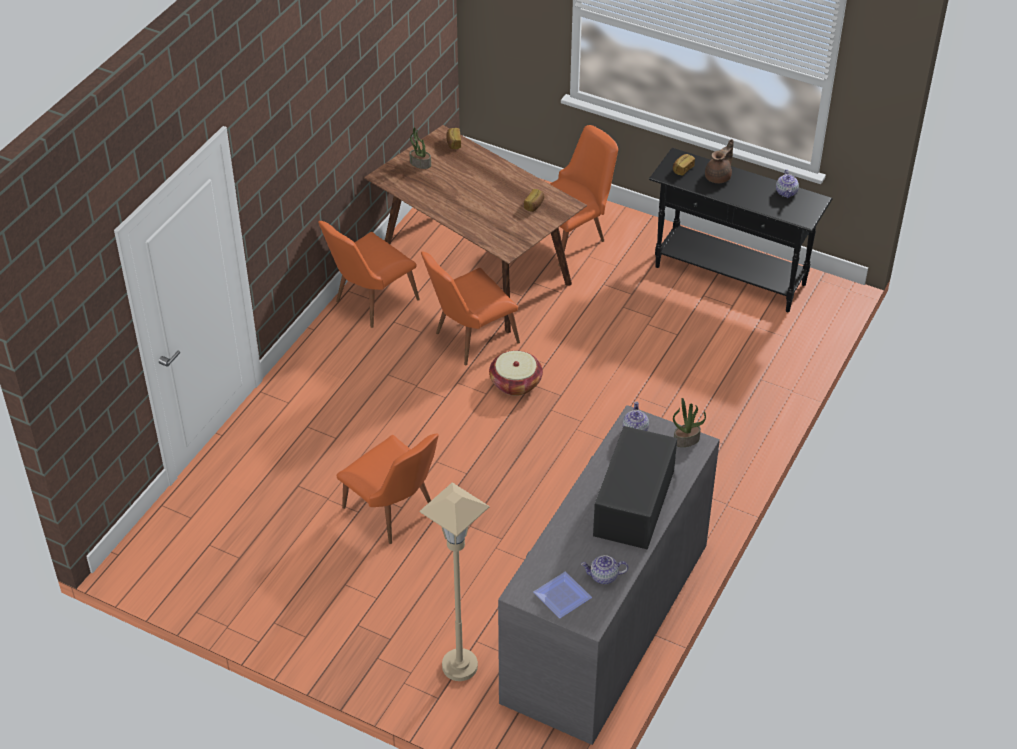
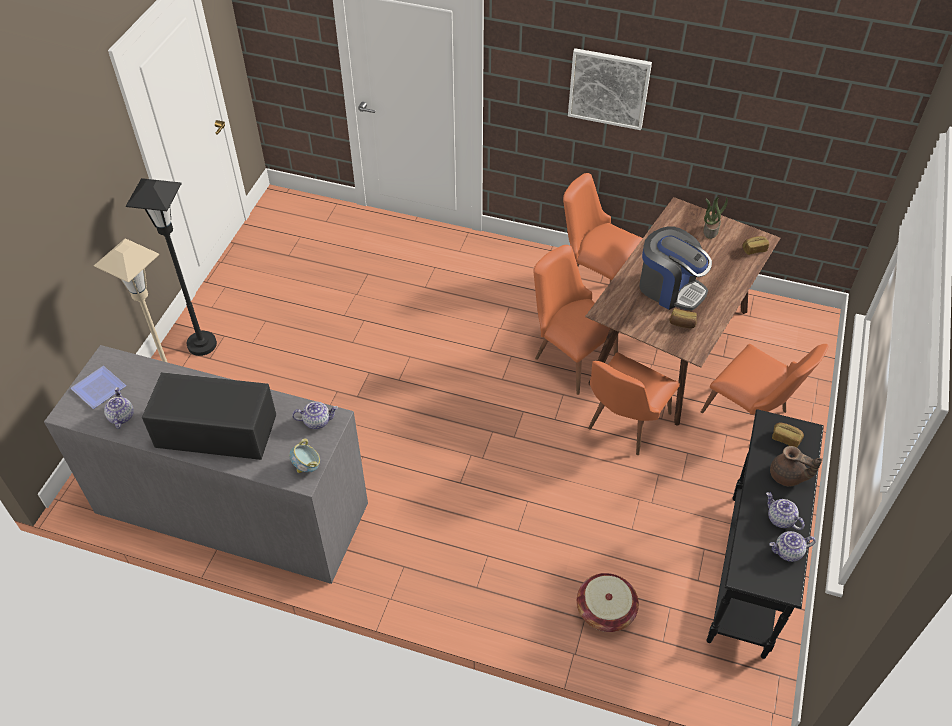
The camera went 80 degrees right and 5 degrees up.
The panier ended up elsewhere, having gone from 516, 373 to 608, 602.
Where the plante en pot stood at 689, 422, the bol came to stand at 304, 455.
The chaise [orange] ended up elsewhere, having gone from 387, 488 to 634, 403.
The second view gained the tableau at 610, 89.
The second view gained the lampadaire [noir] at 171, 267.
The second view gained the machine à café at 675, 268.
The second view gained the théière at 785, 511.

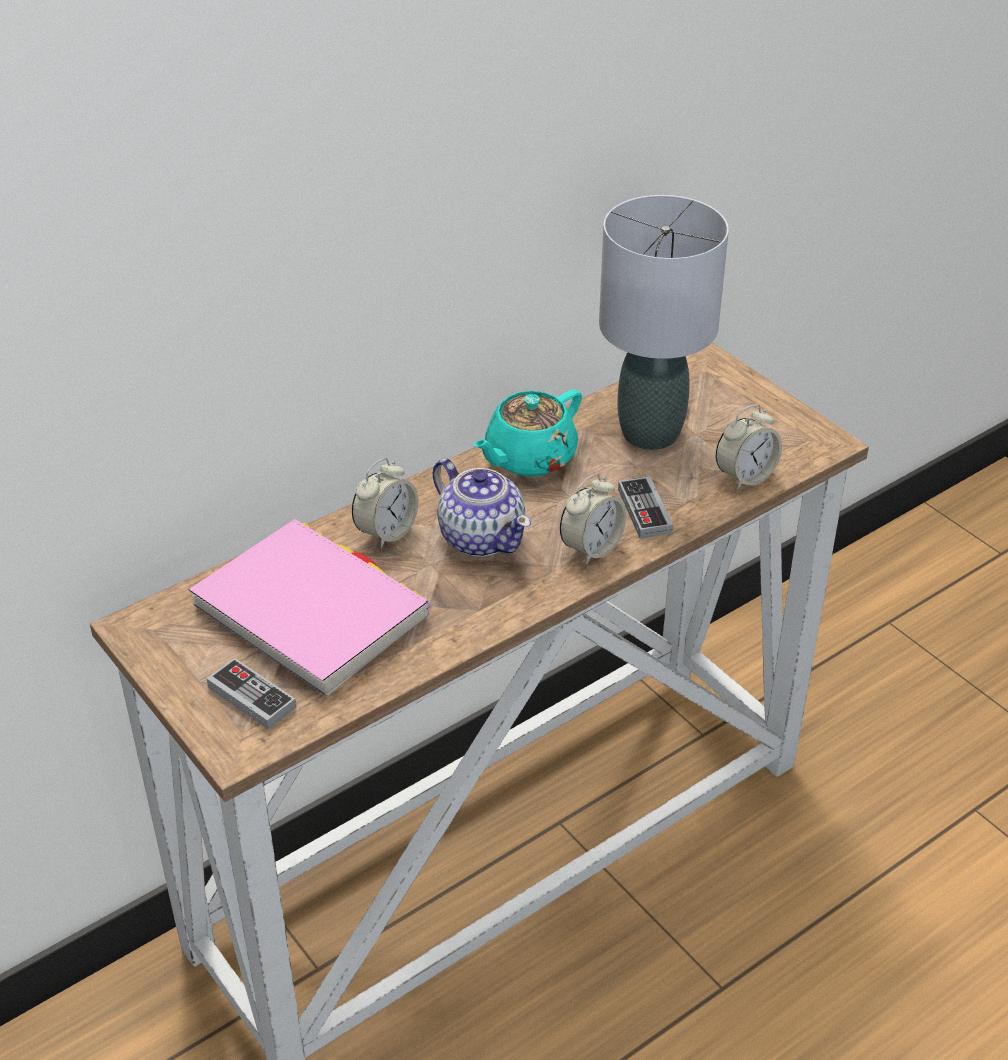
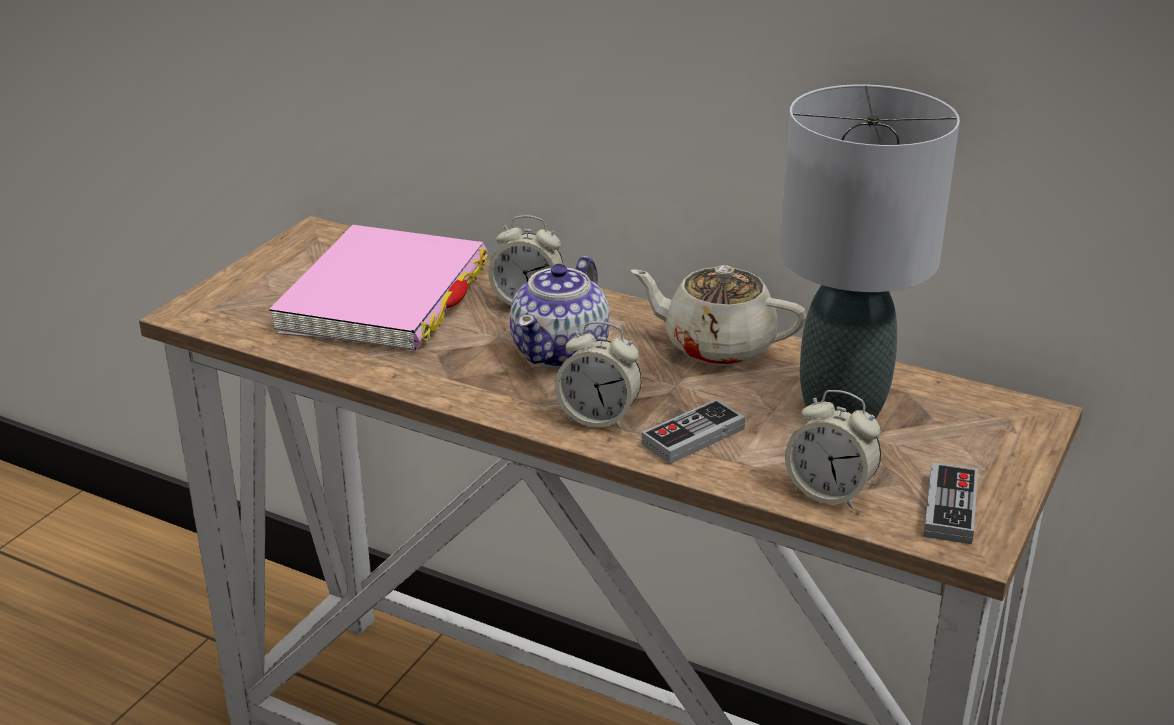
The camera went 65 degrees right and 10 degrees down.
What was the théière [turquoise] at 527, 433 turned into the théière [beige] at 719, 315.
The manette ended up elsewhere, having gone from 251, 693 to 950, 503.

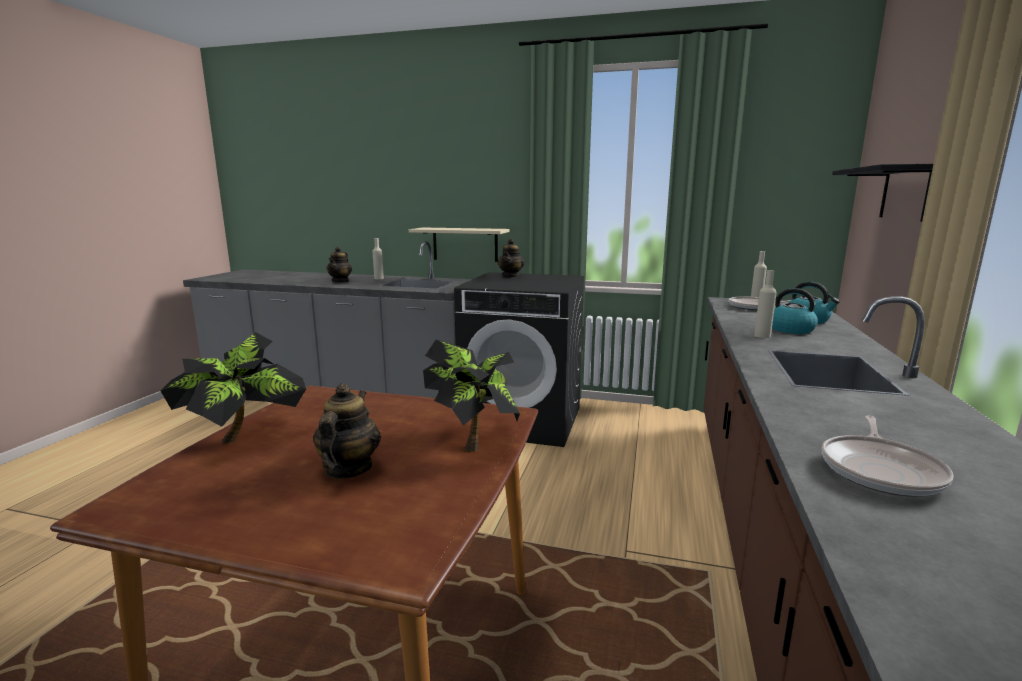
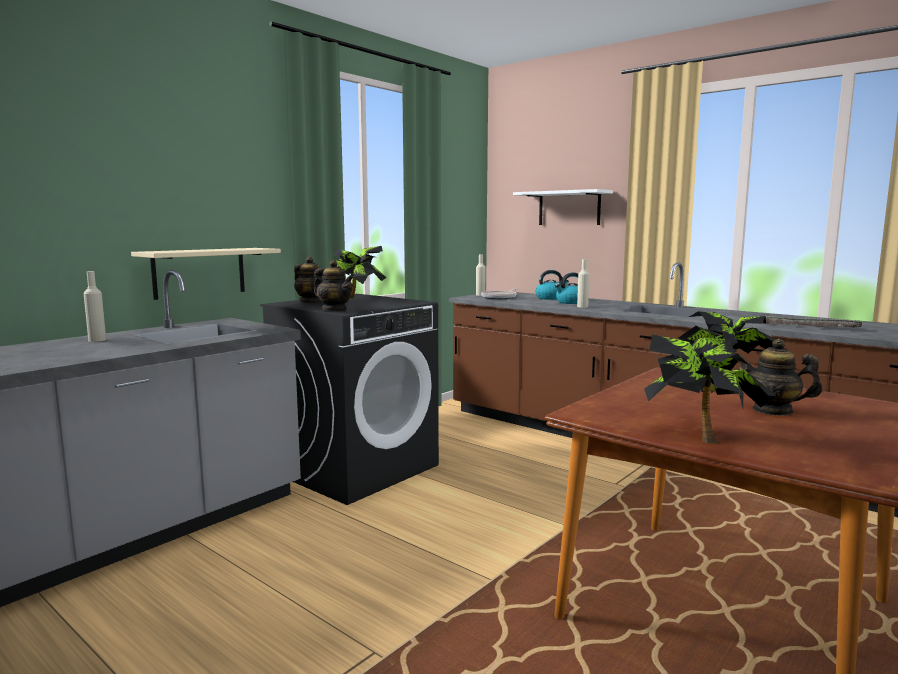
The camera went 65 degrees left and 5 degrees down.
What was the étagère [noir] at 882, 193 turned into the étagère [blanc] at 563, 207.
The théière ended up elsewhere, having gone from 339, 265 to 334, 285.
Where the poêle stood at 888, 456, the plateau came to stand at 815, 322.
The second view gained the plante en pot at 357, 272.

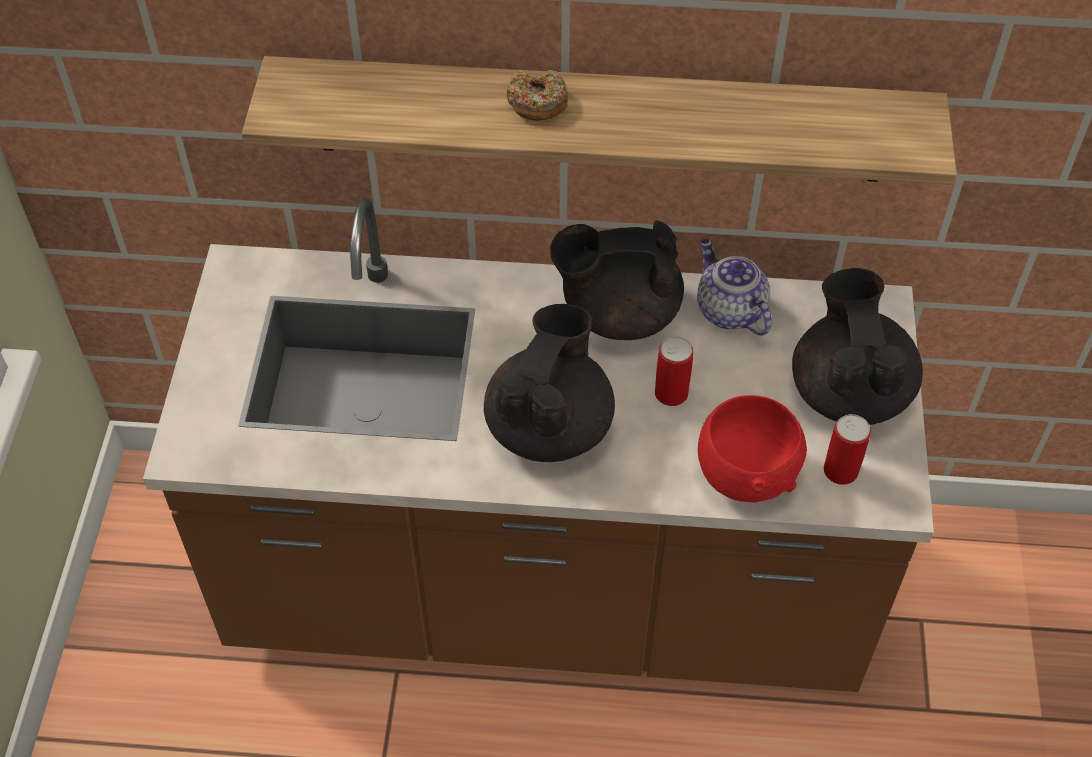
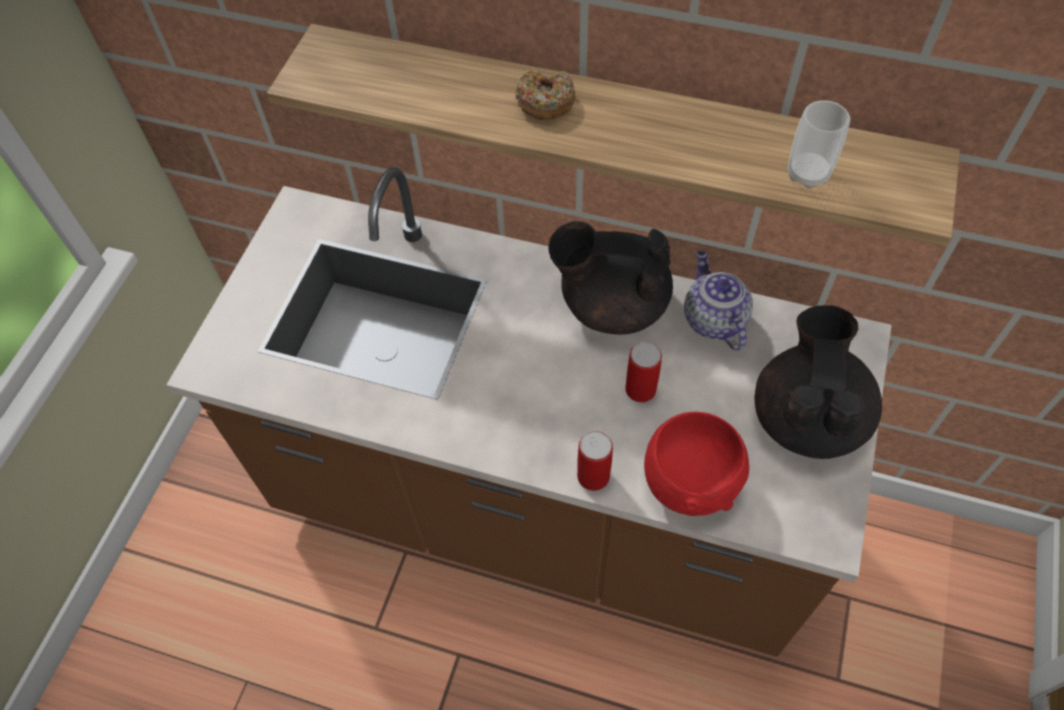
The camera went 15 degrees right and 5 degrees up.
The second view lost the théière [noir] at 549, 383.
The boîte métallique ended up elsewhere, having gone from 847, 449 to 595, 461.
The second view gained the tasse at 819, 144.

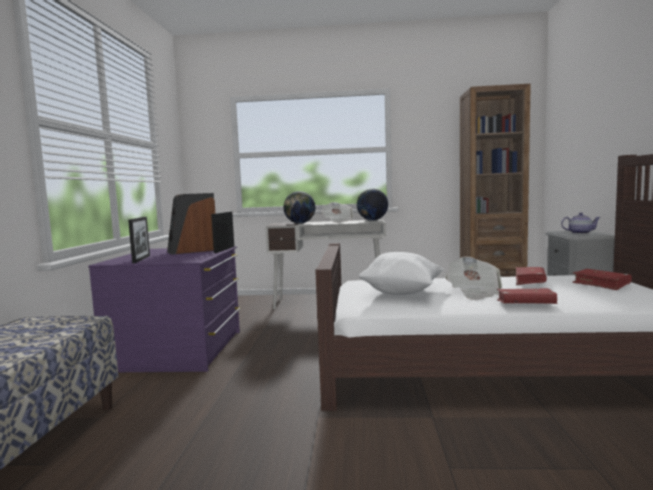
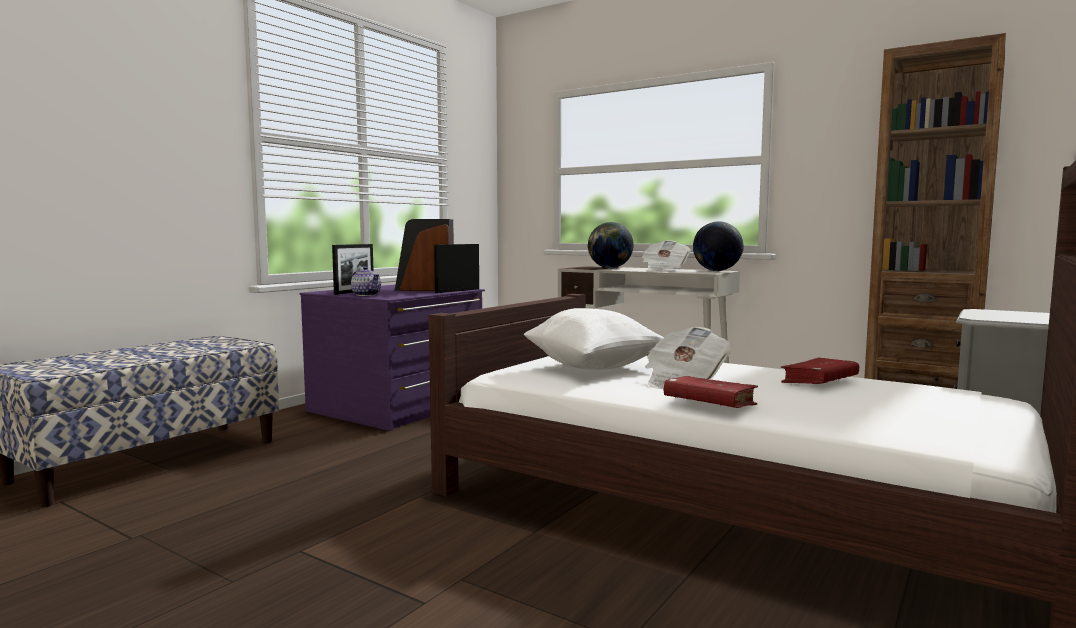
The camera went 30 degrees right and 0 degrees up.
The théière ended up elsewhere, having gone from 581, 223 to 366, 281.
The second view lost the livre [rouge] at 602, 279.

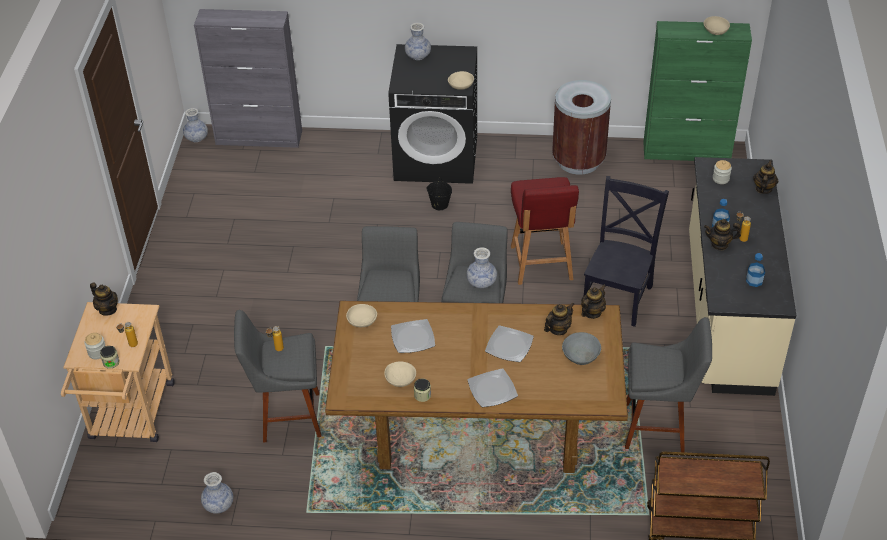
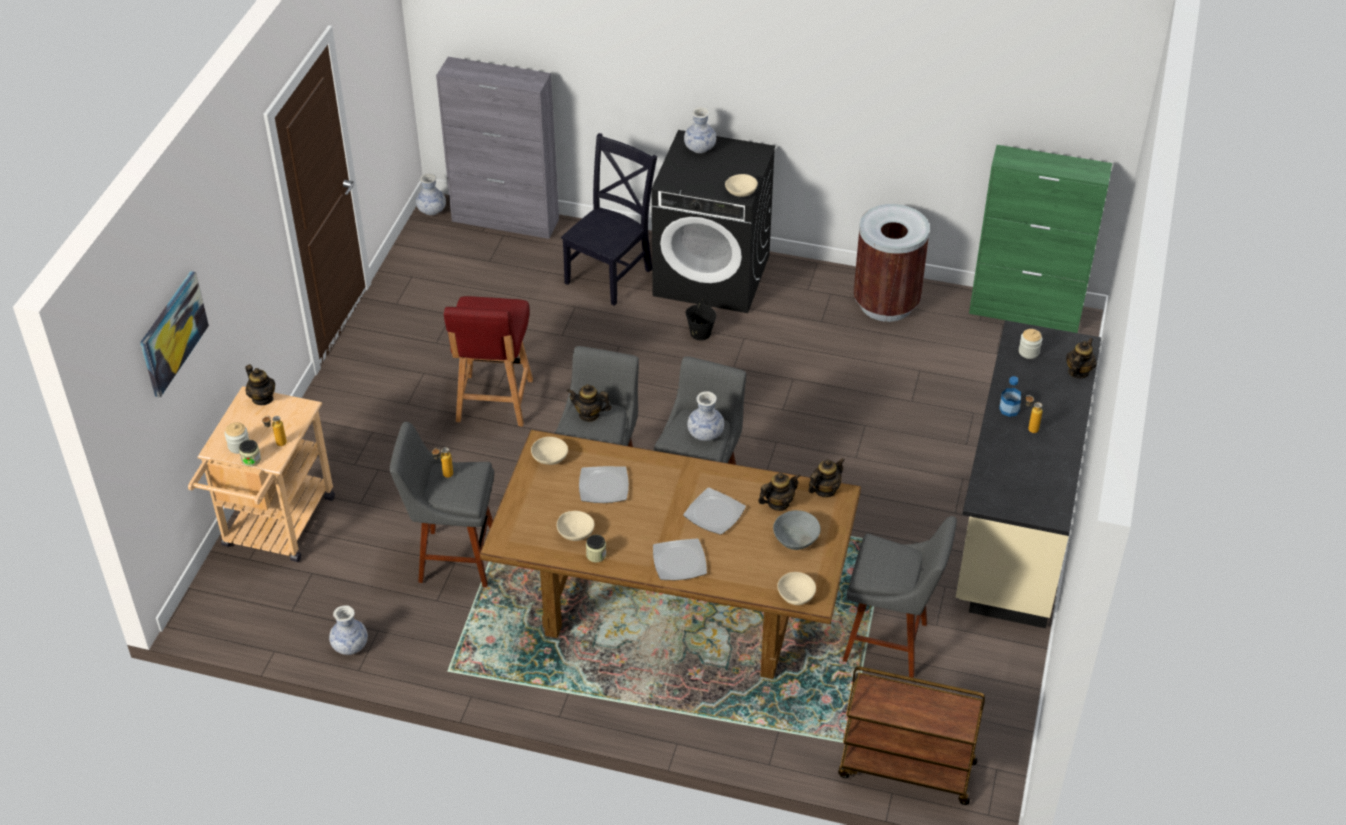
The camera went 10 degrees right and 0 degrees up.
The bol [beige] ended up elsewhere, having gone from 717, 25 to 796, 588.
The chaise [noir] ended up elsewhere, having gone from 626, 251 to 609, 219.
The chaise [rouge] ended up elsewhere, having gone from 545, 231 to 488, 361.
The théière ended up elsewhere, having gone from 722, 234 to 589, 403.
The second view lost the bouteille at 755, 270.
The second view gained the tableau at 174, 334.

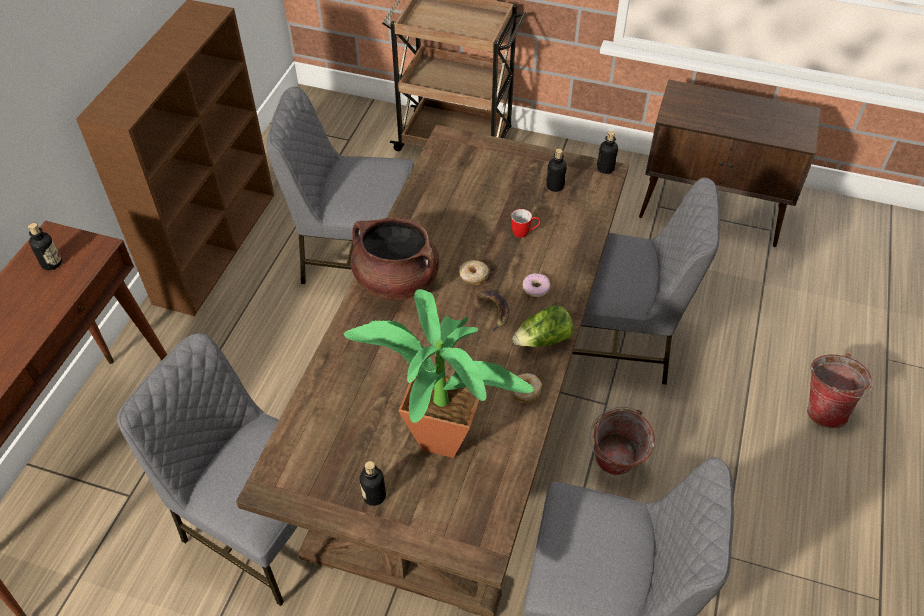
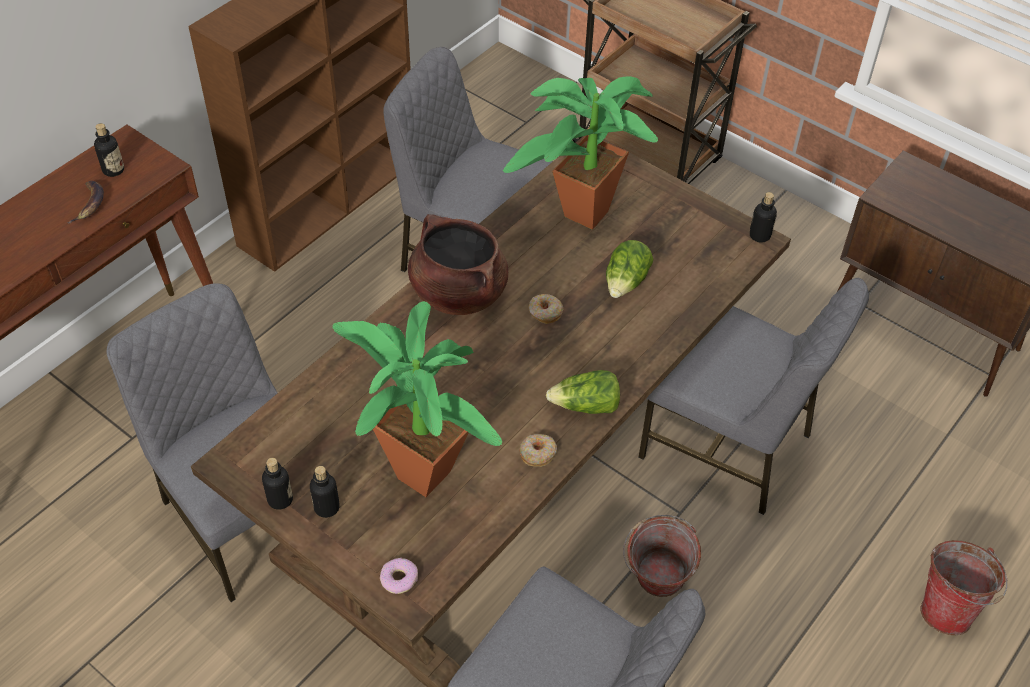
The camera went 20 degrees right and 0 degrees up.
The bouteille ended up elsewhere, having gone from 556, 170 to 277, 484.
Where the mug stood at 525, 223, the laitue came to stand at 629, 269.
The beignet ended up elsewhere, having gone from 536, 285 to 399, 576.
The banane ended up elsewhere, having gone from 493, 312 to 85, 202.
The second view gained the plante en pot at 580, 153.

